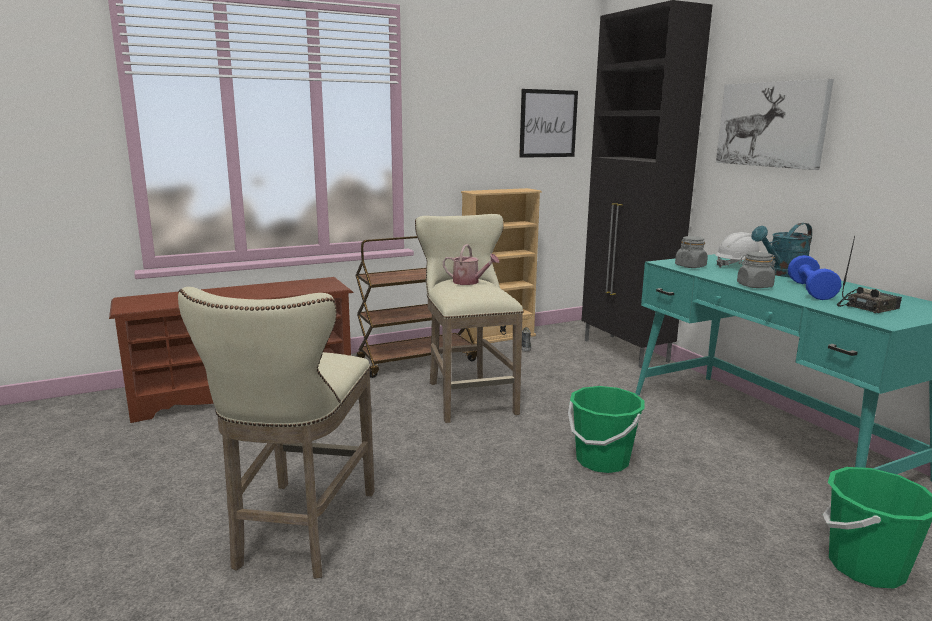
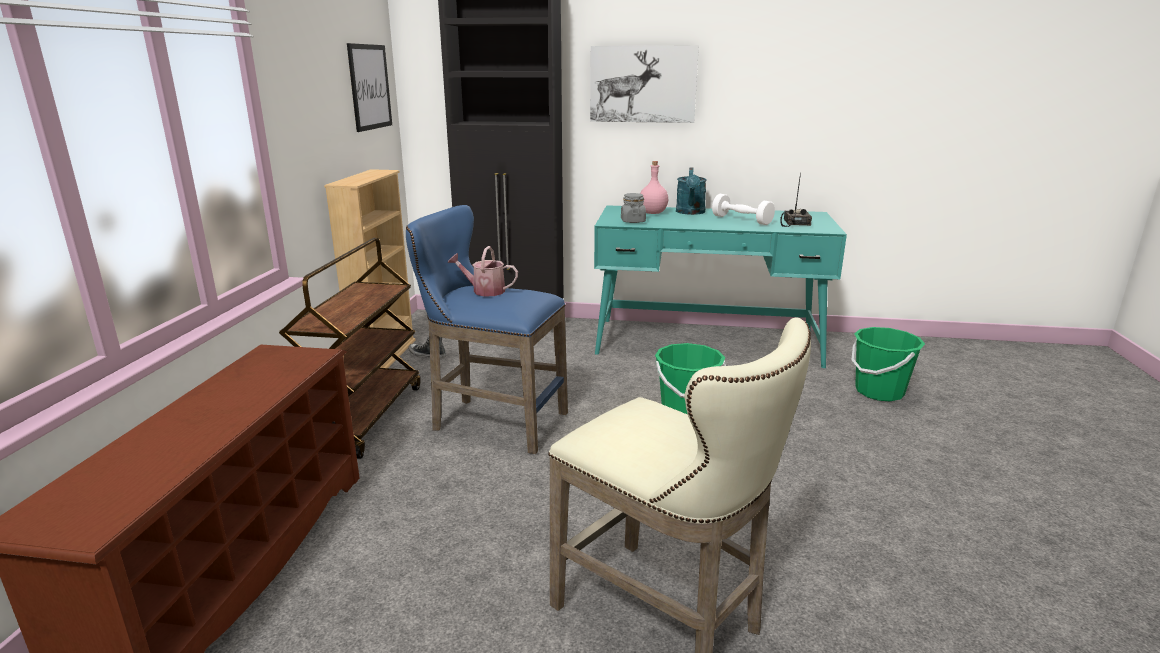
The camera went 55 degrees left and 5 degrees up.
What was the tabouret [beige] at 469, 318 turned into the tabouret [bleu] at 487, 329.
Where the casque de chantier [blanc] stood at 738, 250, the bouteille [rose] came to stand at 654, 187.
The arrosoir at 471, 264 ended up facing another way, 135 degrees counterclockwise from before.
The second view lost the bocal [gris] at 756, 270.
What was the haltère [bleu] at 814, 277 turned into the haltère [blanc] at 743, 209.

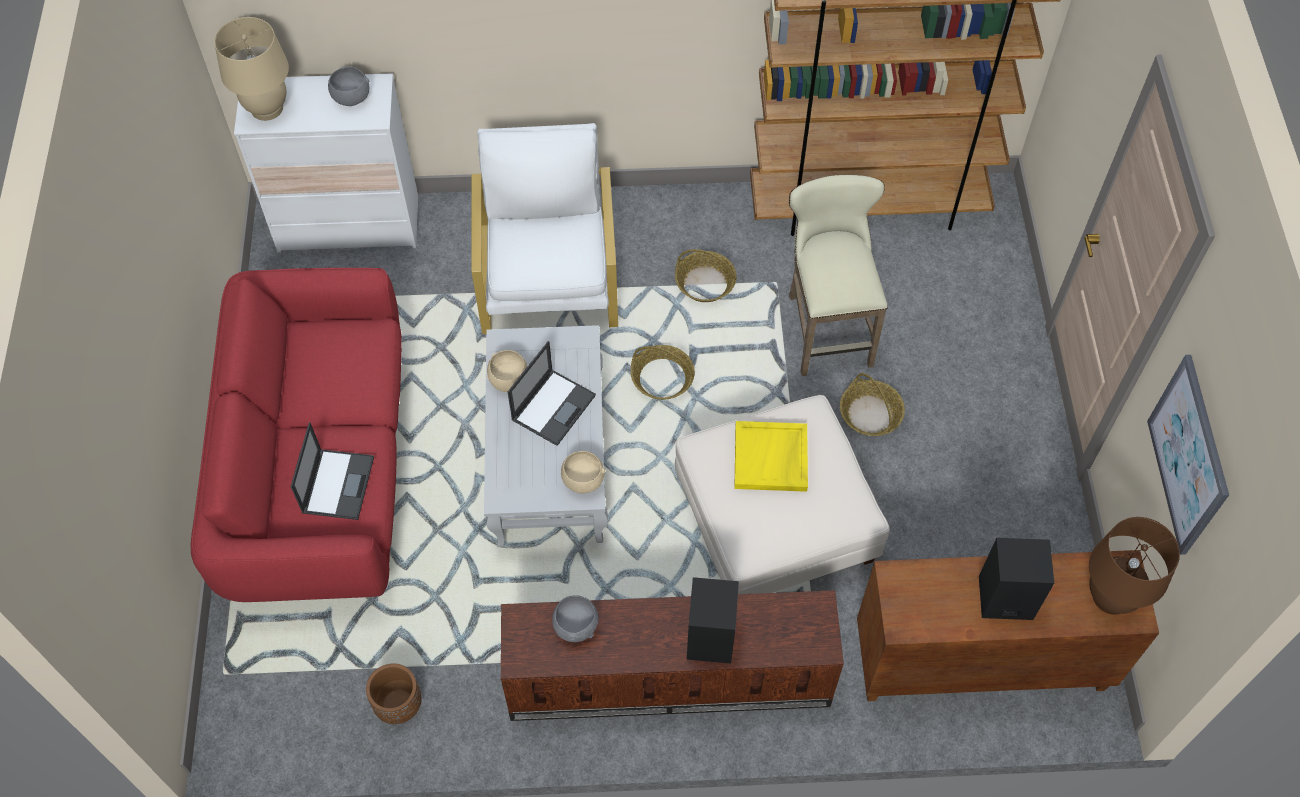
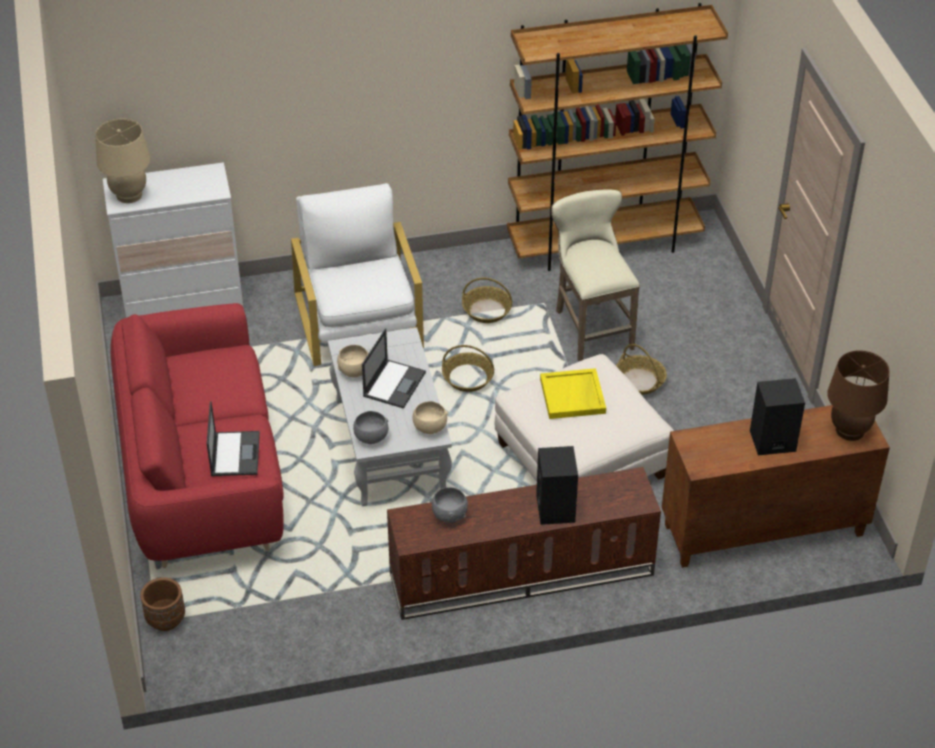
The camera went 10 degrees left and 15 degrees down.
The bol [gris] ended up elsewhere, having gone from 348, 86 to 371, 427.
The second view lost the tableau at 1188, 455.
The cache-pot [marron] ended up elsewhere, having gone from 394, 693 to 162, 604.

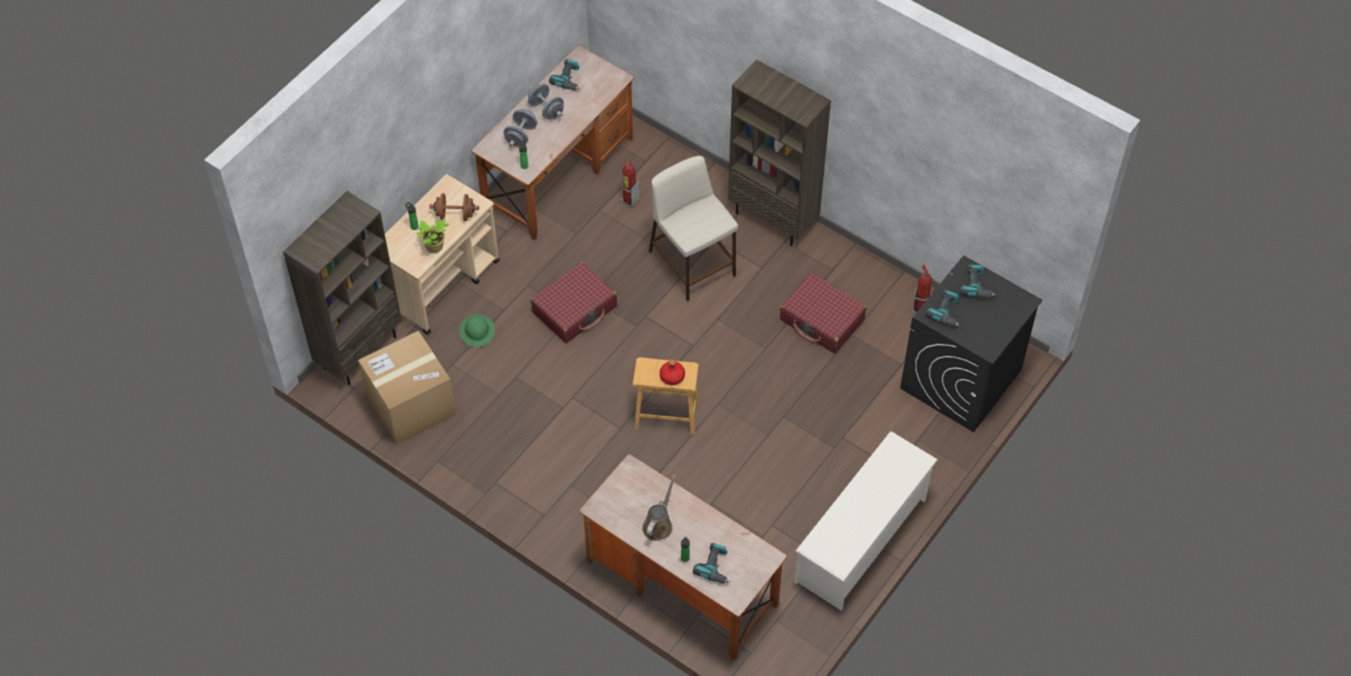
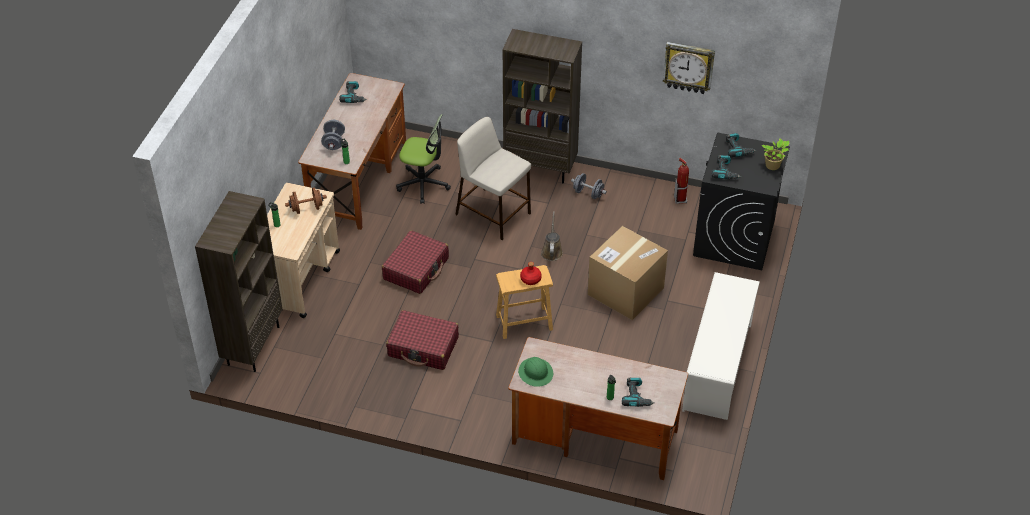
The camera went 20 degrees left and 10 degrees down.
The haltère [gris] ended up elsewhere, having gone from 546, 101 to 589, 186.
Where the extincteur stood at 629, 184, the chaise de bureau came to stand at 423, 159.
The plante en pot ended up elsewhere, having gone from 432, 236 to 775, 154.
The valise [rouge] ended up elsewhere, having gone from 823, 313 to 422, 340.
The casque de chantier [vert] ended up elsewhere, having gone from 477, 330 to 535, 372.
The carton ended up elsewhere, having gone from 407, 388 to 628, 273.
The arrosoir [marron] ended up elsewhere, having gone from 659, 508 to 552, 236.
The second view gained the horloge murale at 689, 68.

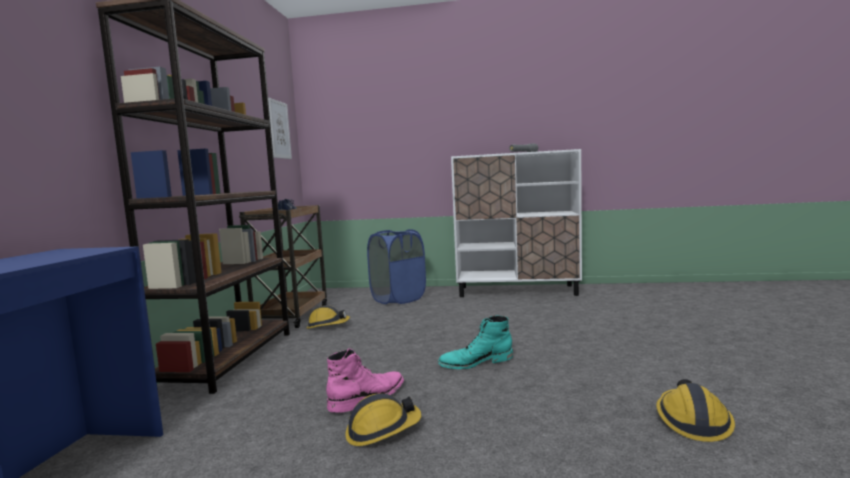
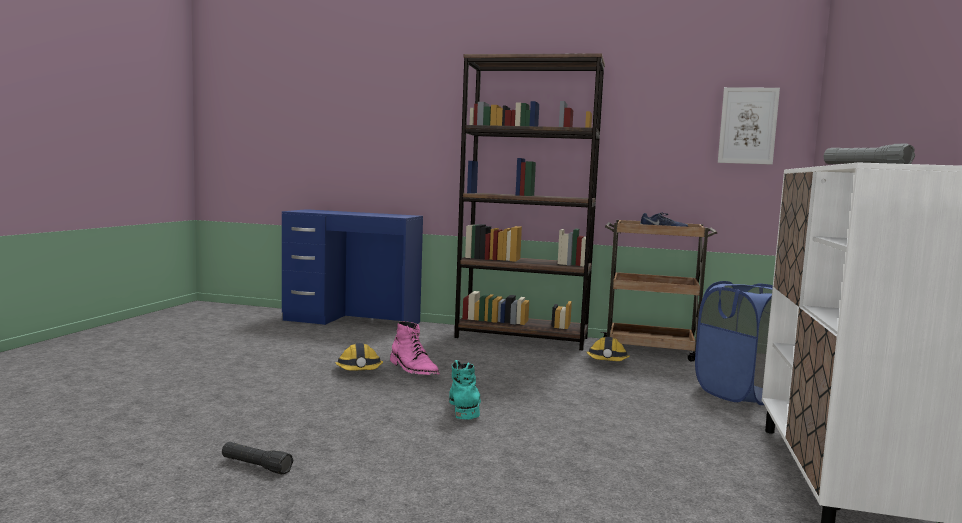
The camera went 95 degrees right and 0 degrees up.
Where the casque de chantier stood at 695, 410, the lampe de poche [noir] came to stand at 257, 458.

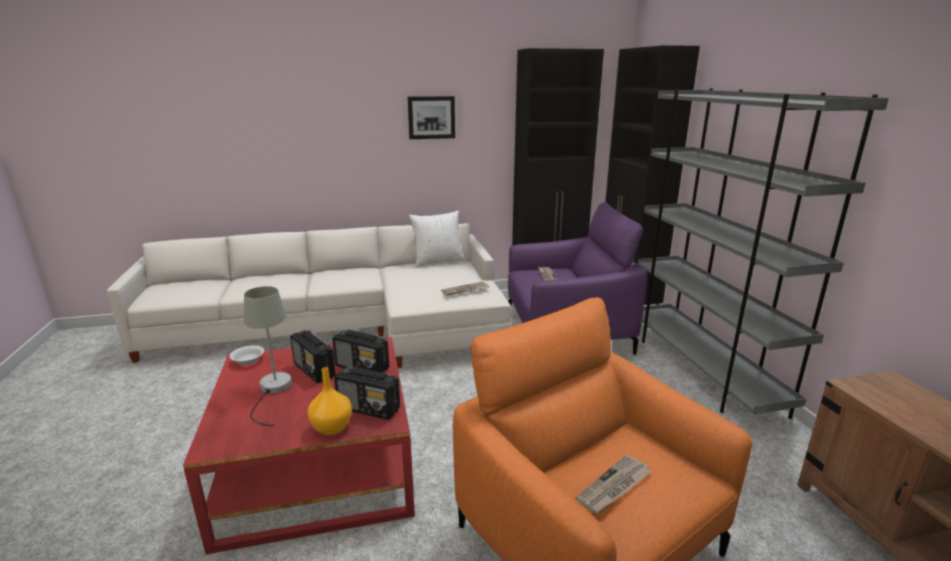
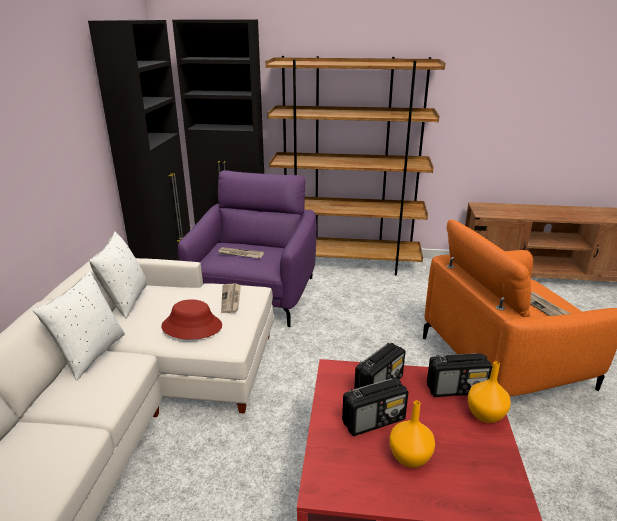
The camera went 70 degrees left and 5 degrees up.
What was the bibliothèque [gris] at 763, 253 turned into the bibliothèque [marron] at 356, 166.
The second view lost the tableau at 431, 117.
Where the lampe de table [gris] stood at 268, 356, the vase [orange] came to stand at 412, 434.
The second view lost the bol [blanc] at 246, 355.
The radio at 367, 393 ended up facing another way, 45 degrees clockwise from before.
The second view gained the coussin [blanc] at 79, 325.
The second view gained the chapeau [rouge] at 191, 319.

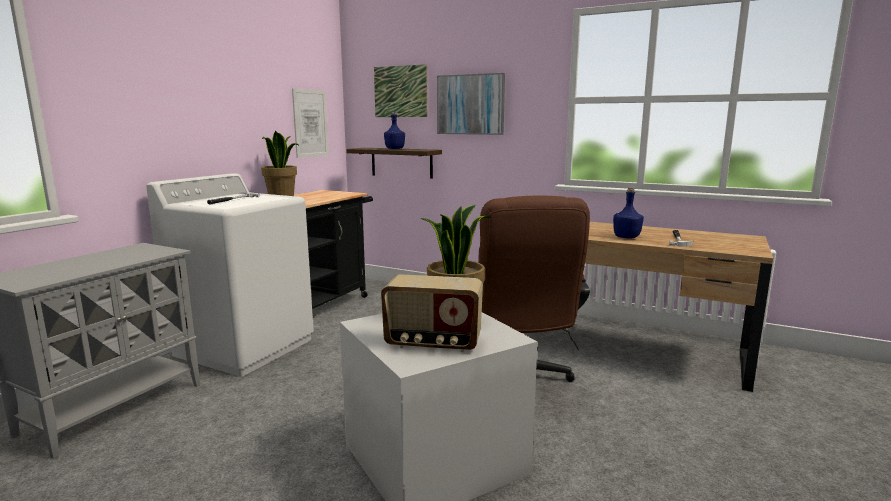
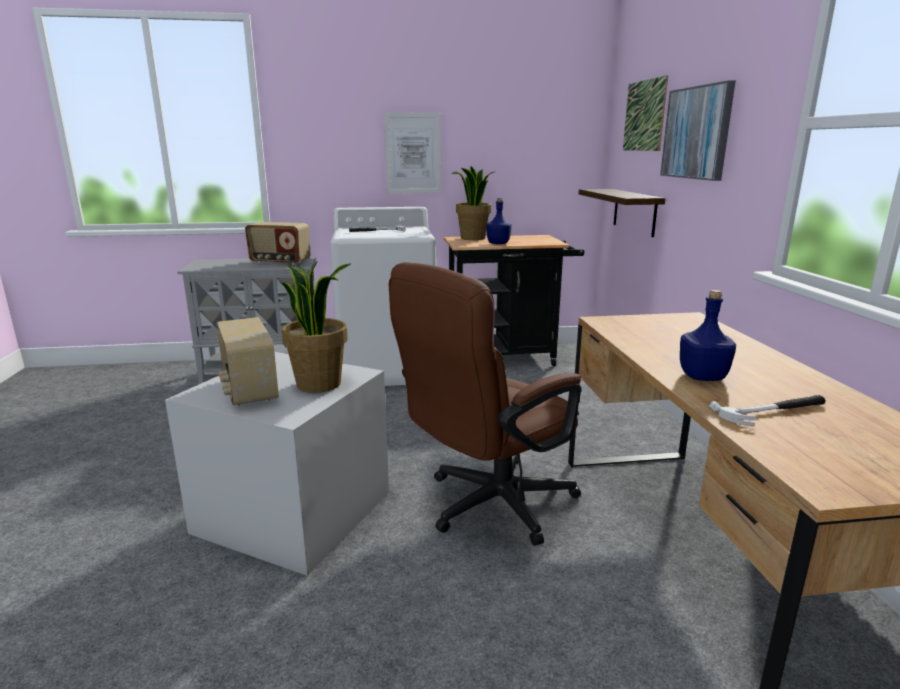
The camera went 55 degrees right and 5 degrees up.
The tableau ended up elsewhere, having gone from 310, 123 to 412, 153.
The bouteille [bleu] ended up elsewhere, having gone from 394, 130 to 499, 221.
The second view gained the radio at 278, 243.

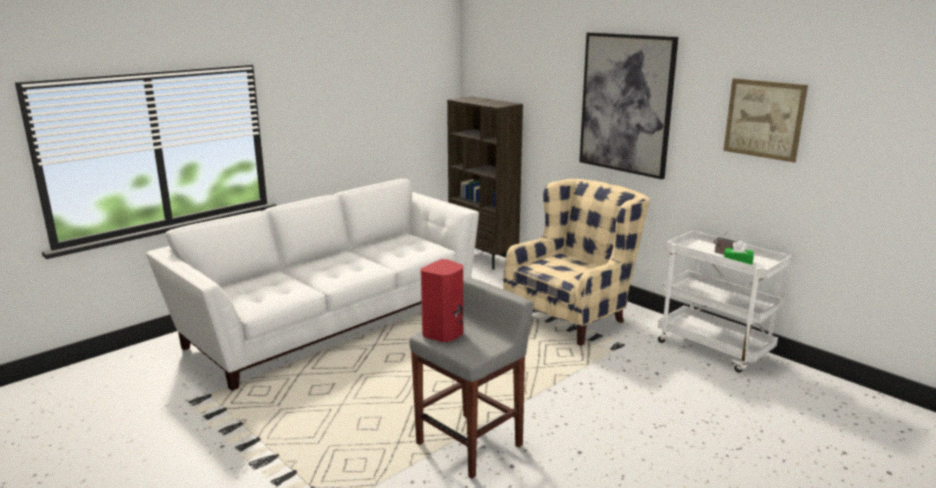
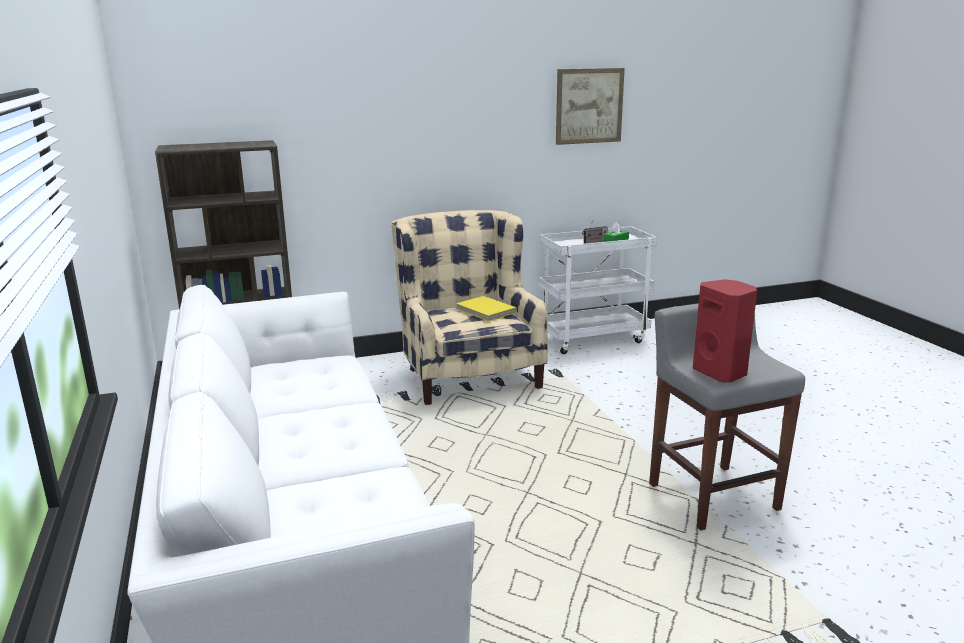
The camera went 65 degrees left and 0 degrees up.
The second view lost the tableau at 628, 105.
The second view gained the livre [jaune] at 486, 308.

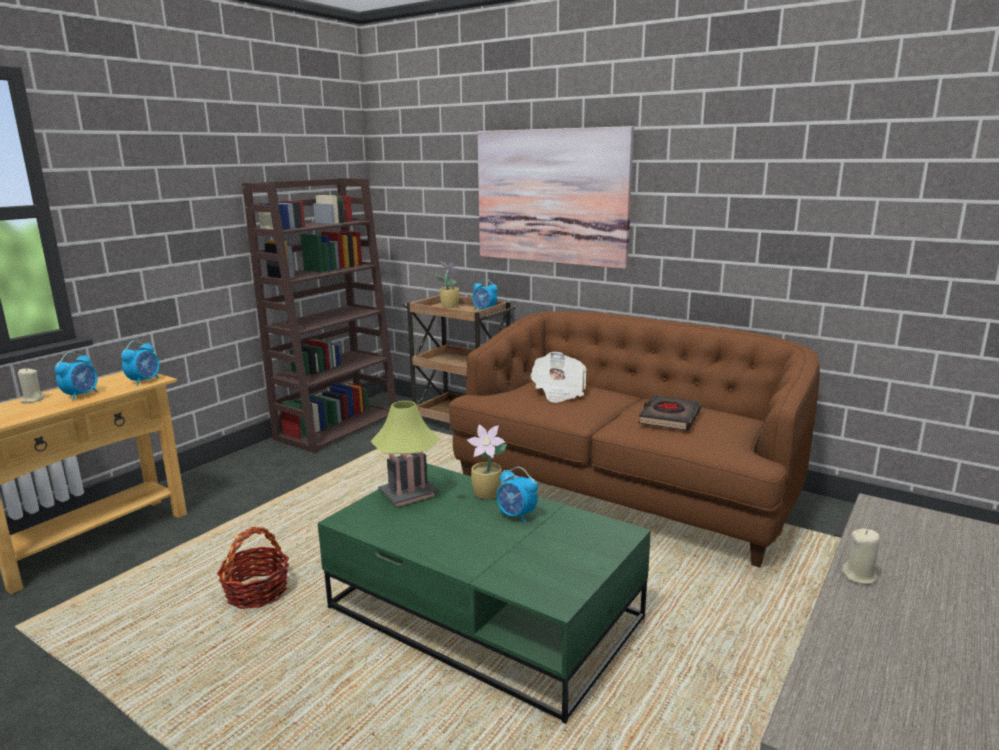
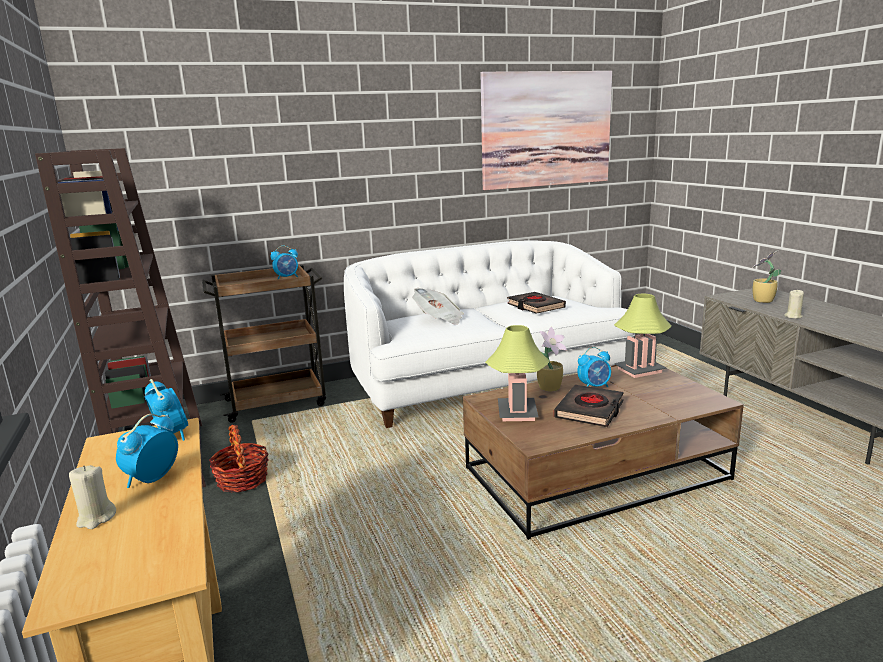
The camera went 55 degrees left and 0 degrees up.
The tableau ended up elsewhere, having gone from 555, 197 to 546, 130.
The plante en pot ended up elsewhere, having gone from 448, 285 to 766, 276.
What was the canapé [marron] at 634, 439 turned into the canapé [blanc] at 489, 334.
The réveil at 76, 376 ended up facing another way, 120 degrees counterclockwise from before.
What was the table basse [vert] at 484, 593 turned into the table basse [marron] at 603, 453.
The panier ended up elsewhere, having gone from 253, 568 to 239, 459.
The second view gained the lampe de table at 643, 336.
The second view gained the livre [noir] at 589, 406.

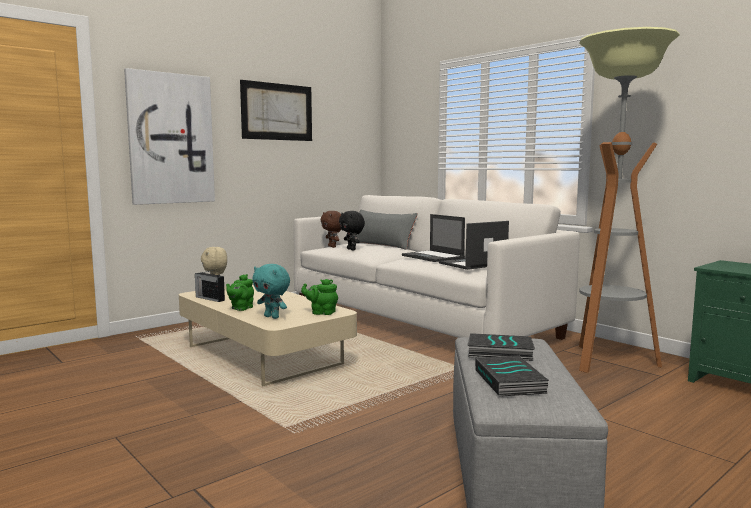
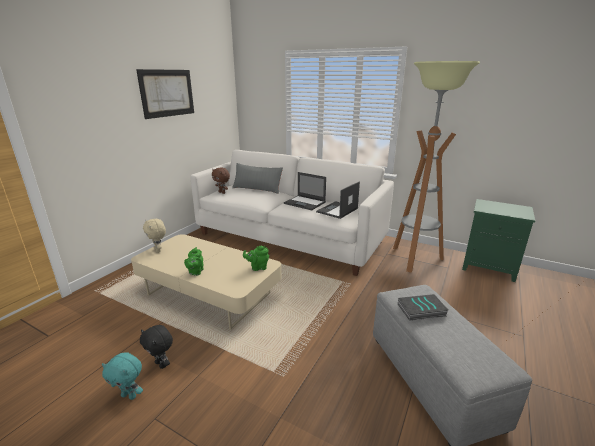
The camera went 20 degrees left and 15 degrees up.
The second view lost the tableau at 169, 136.
The peluche [noir] ended up elsewhere, having gone from 352, 230 to 156, 347.
The peluche [turquoise] ended up elsewhere, having gone from 271, 291 to 122, 376.
The second view lost the radio at 210, 285.
The second view lost the livre at 512, 376.

